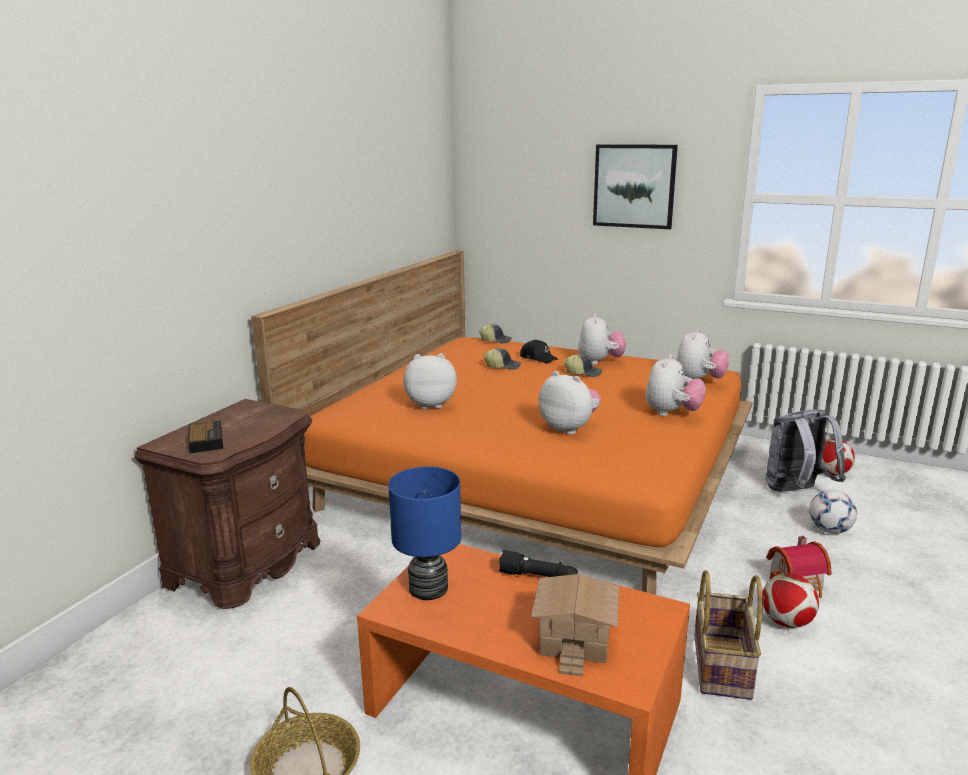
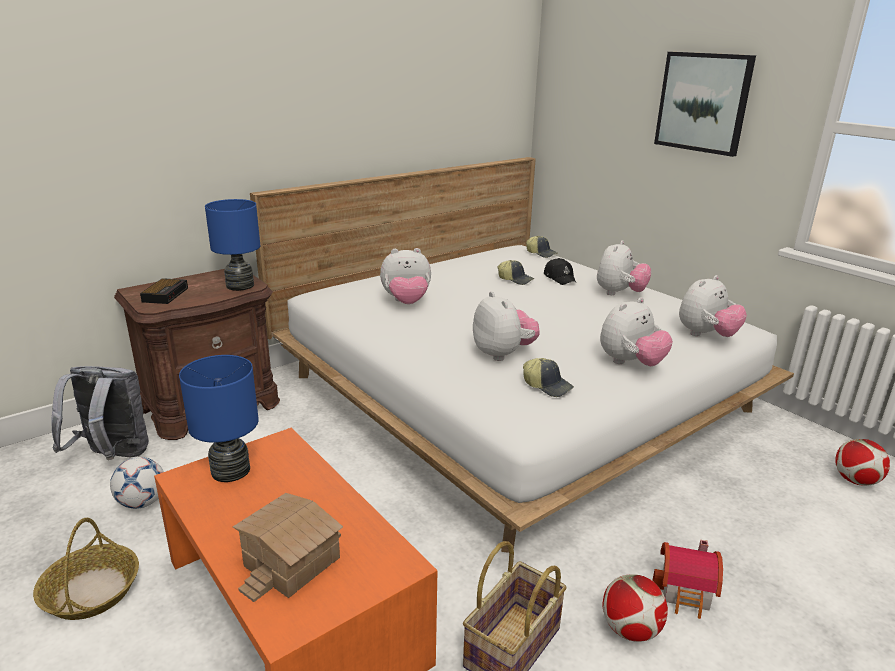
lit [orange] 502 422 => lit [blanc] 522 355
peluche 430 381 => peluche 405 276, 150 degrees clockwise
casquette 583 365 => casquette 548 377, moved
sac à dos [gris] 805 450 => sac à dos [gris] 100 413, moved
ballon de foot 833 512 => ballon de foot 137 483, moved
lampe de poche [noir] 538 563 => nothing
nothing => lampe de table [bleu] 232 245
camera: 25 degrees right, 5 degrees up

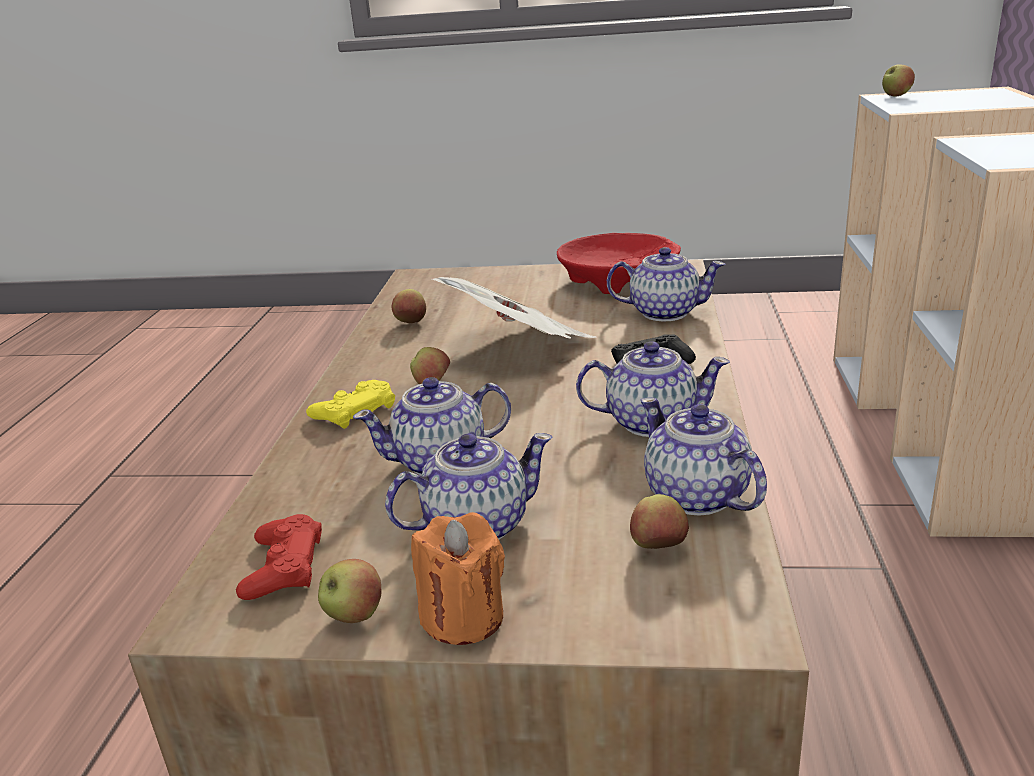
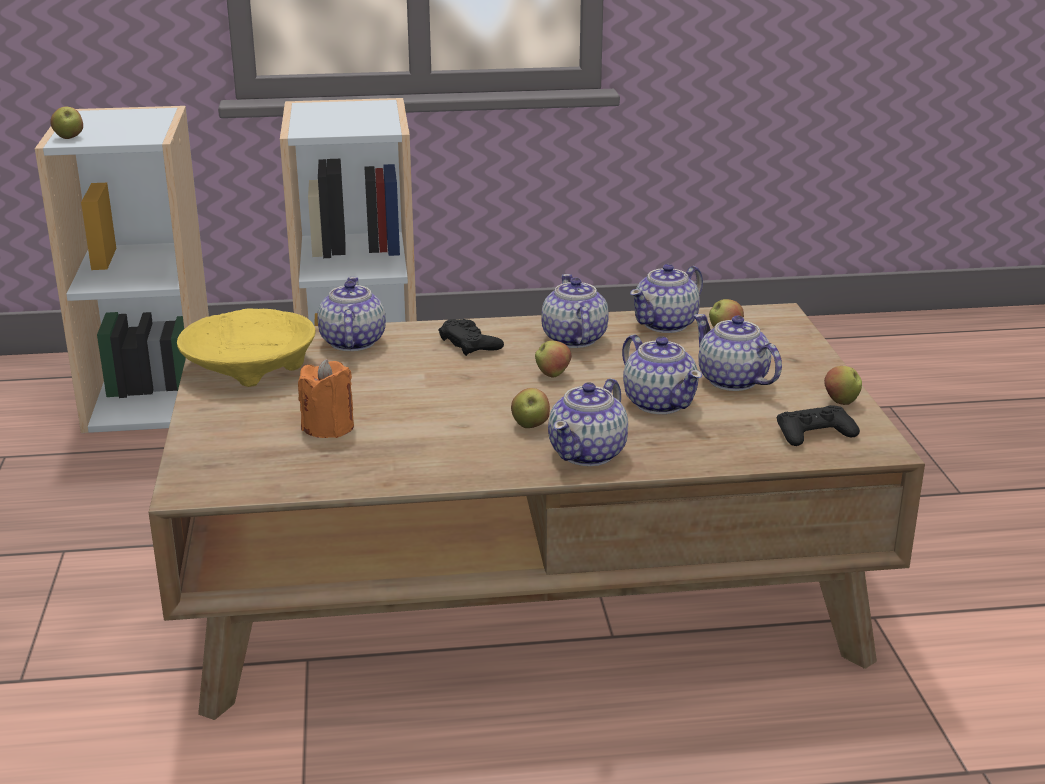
bol [rouge] 619 263 => bol [jaune] 246 348
journal 514 308 => nothing
pomme 409 306 => pomme 553 359, moved
manette [jaune] 350 404 => théière 588 422
bougie [orange] 458 578 => bougie [orange] 326 398, moved
manette [rouge] 279 557 => manette [noir] 818 425
camera: 105 degrees left, 0 degrees up

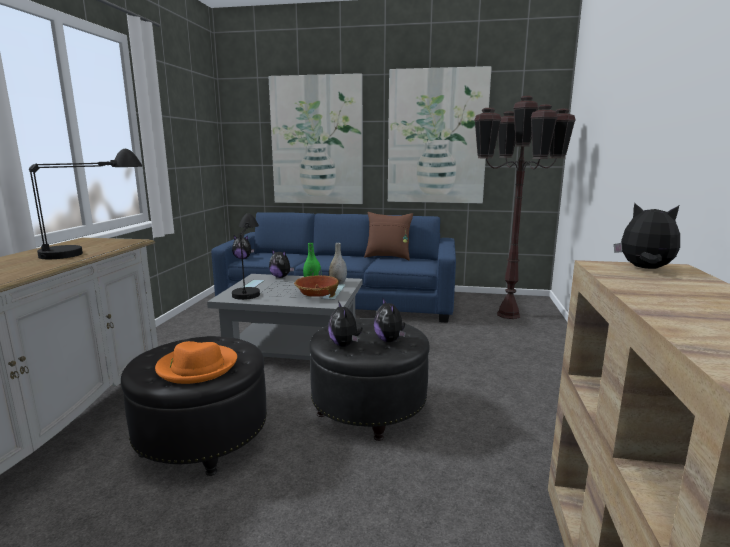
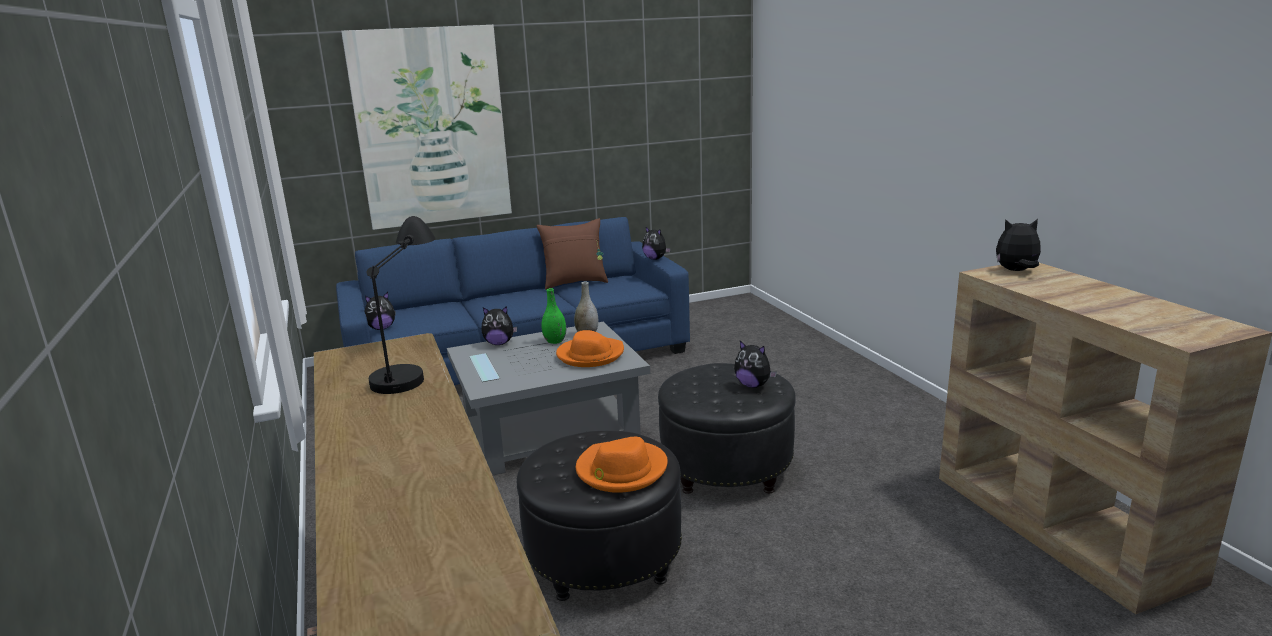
tableau 440 134 => nothing
lampadaire [marron] 524 207 => nothing
lampe de table [noir] 246 256 => nothing
bol 316 286 => chapeau [orange] 590 348
peluche 345 324 => peluche 656 243, moved
camera: 30 degrees left, 5 degrees up

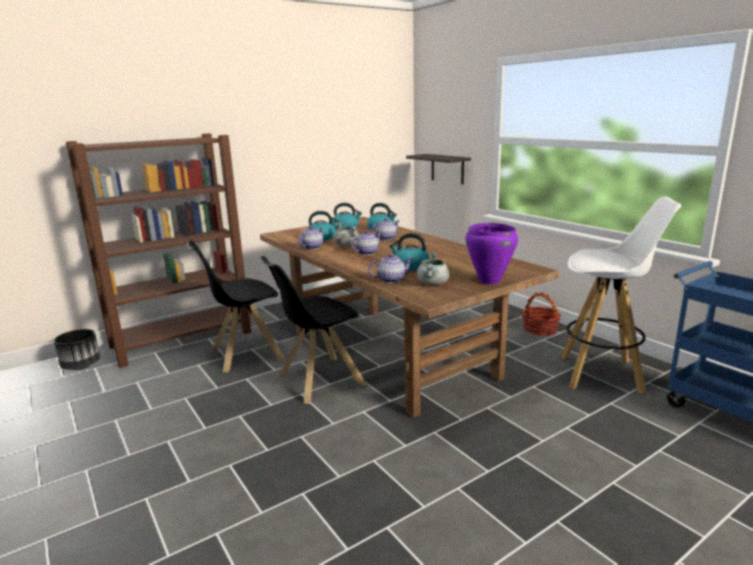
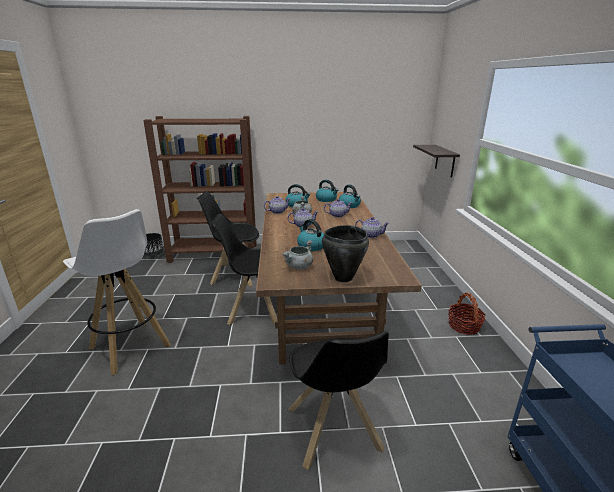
tabouret [blanc] 621 295 => tabouret [blanc] 117 292, moved
marmite [violet] 491 253 => marmite [noir] 345 253
théière 390 268 => théière 372 227, moved
nothing => chaise [noir] 338 400
camera: 30 degrees right, 5 degrees up

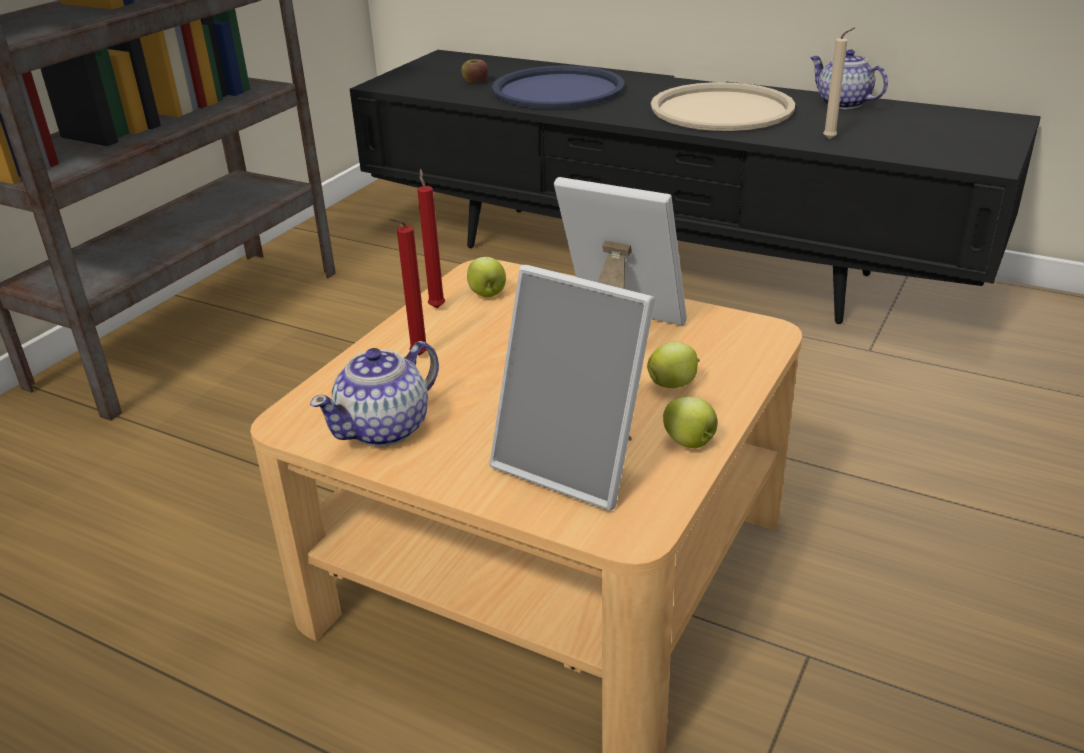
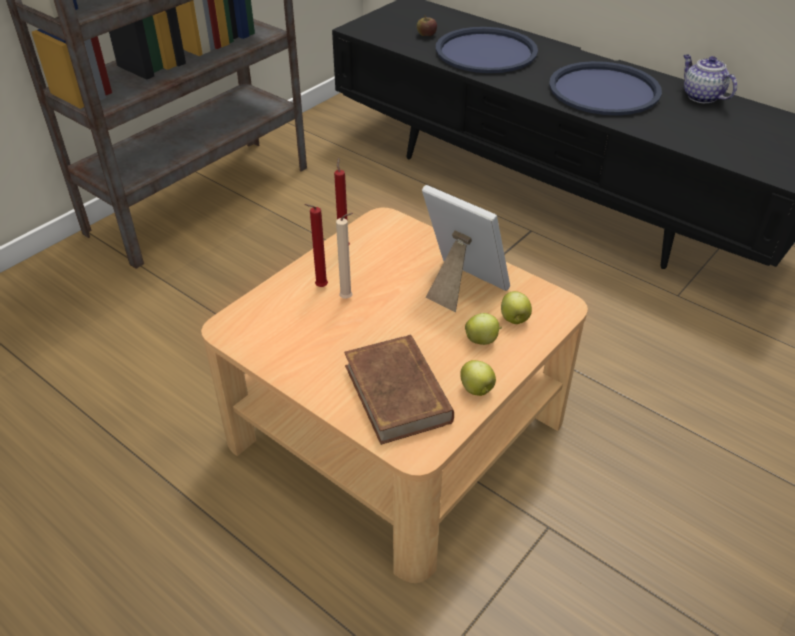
bougie [beige] 839 83 => bougie [beige] 344 256, moved
plateau [beige] 723 106 => plateau [bleu] 605 88
pomme 486 277 => pomme 516 307, moved
cadre photo 572 388 => livre [marron] 399 390
théière 374 394 => nothing
camera: 10 degrees right, 10 degrees up

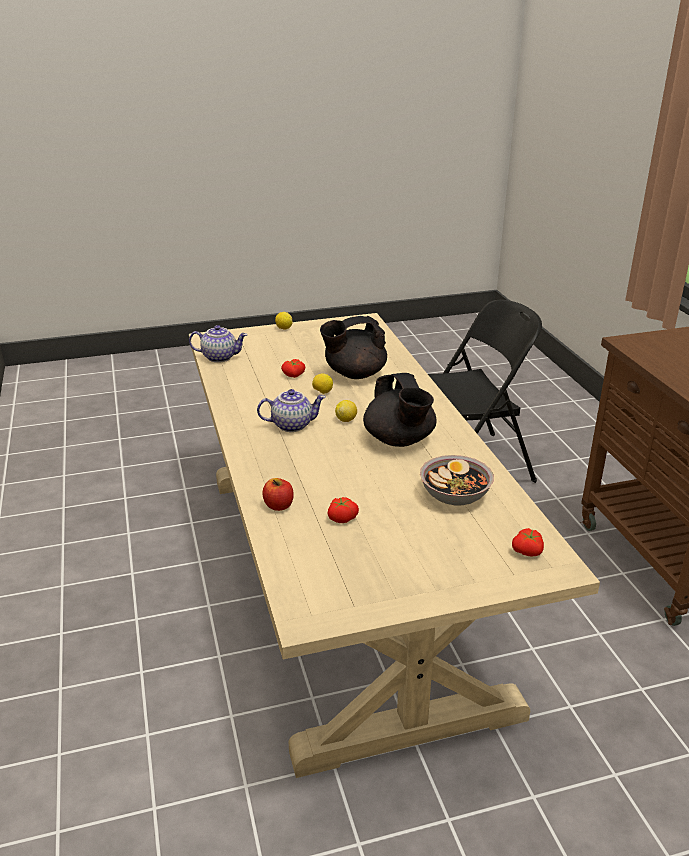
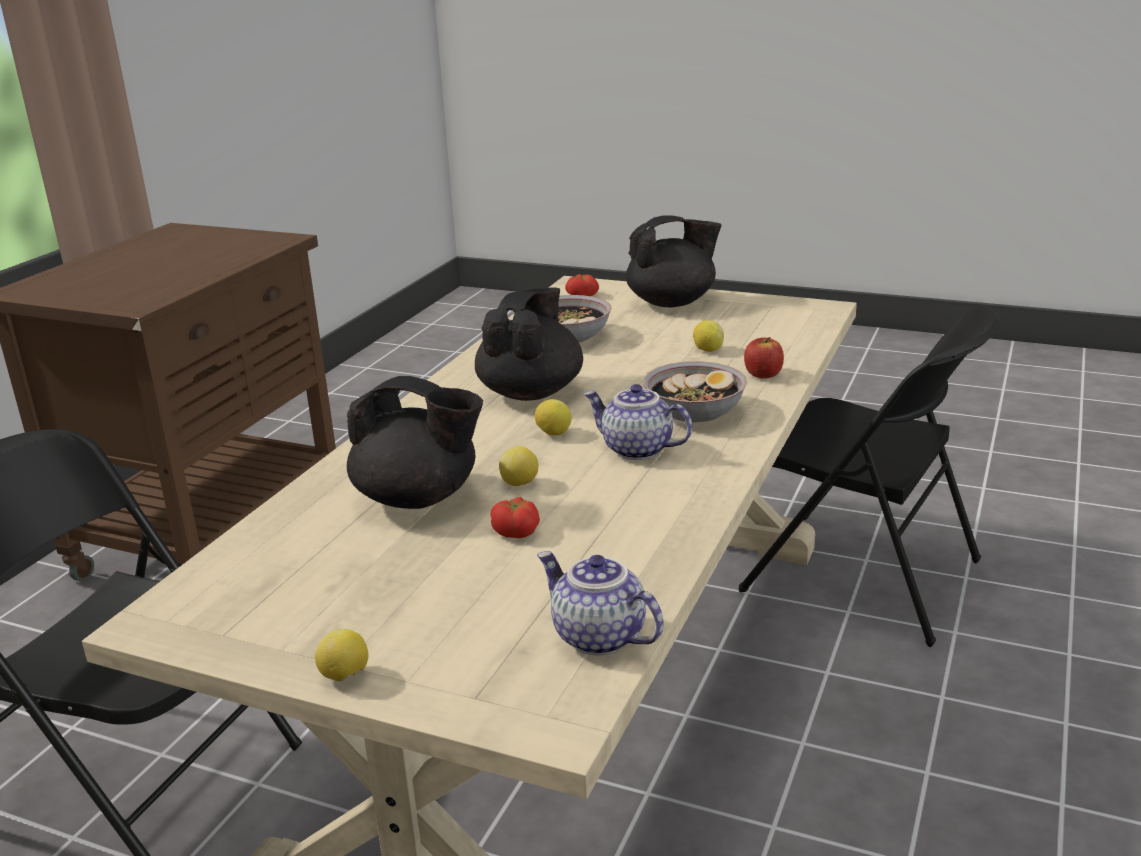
tomate 343 510 => citron 708 336
nothing => théière [noir] 673 261
nothing => chaise [noir] 870 476
nothing => bol 695 392
camera: 140 degrees left, 5 degrees down

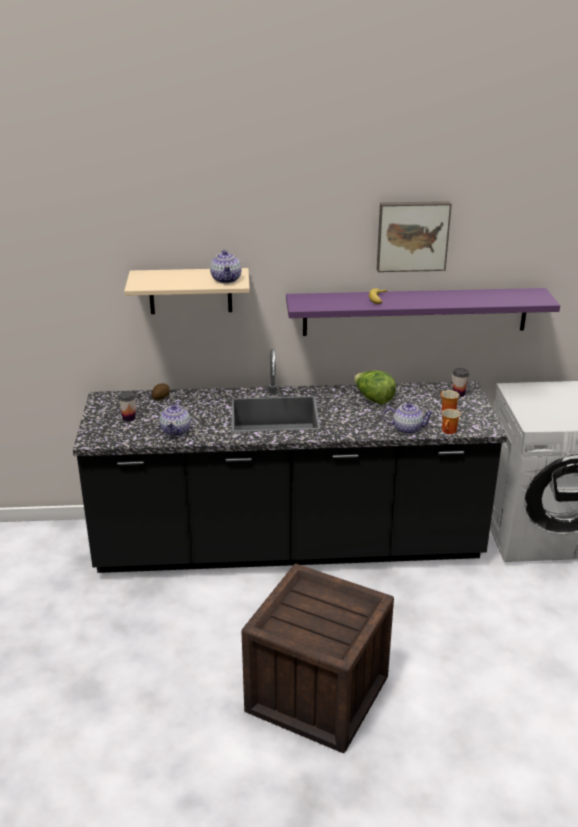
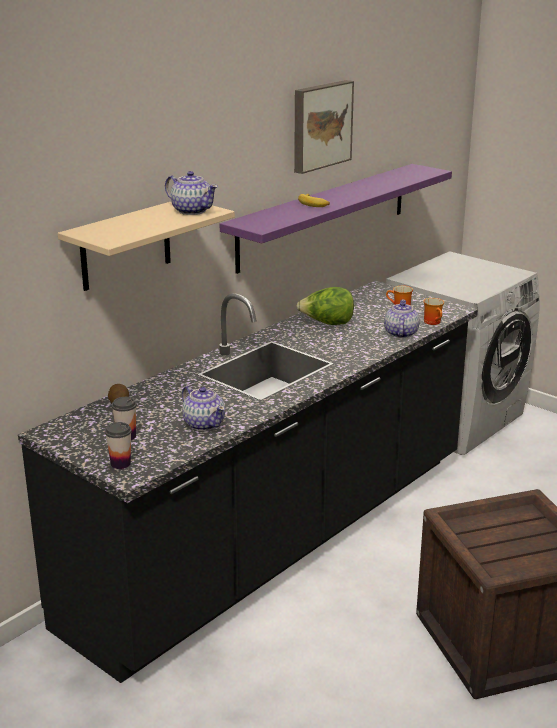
tasse 461 382 => tasse 118 445, moved
théière 409 418 => théière 402 319, 45 degrees counterclockwise
camera: 45 degrees left, 5 degrees down

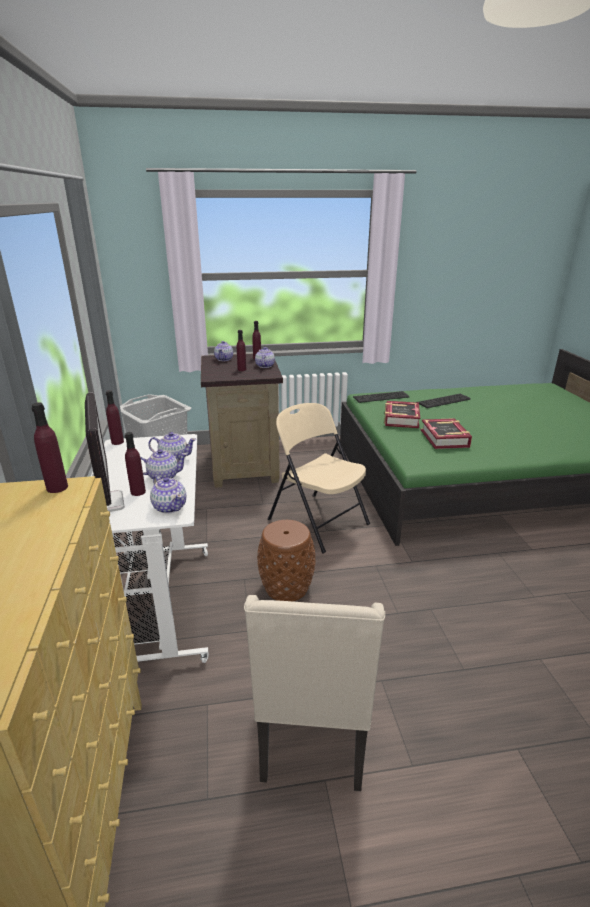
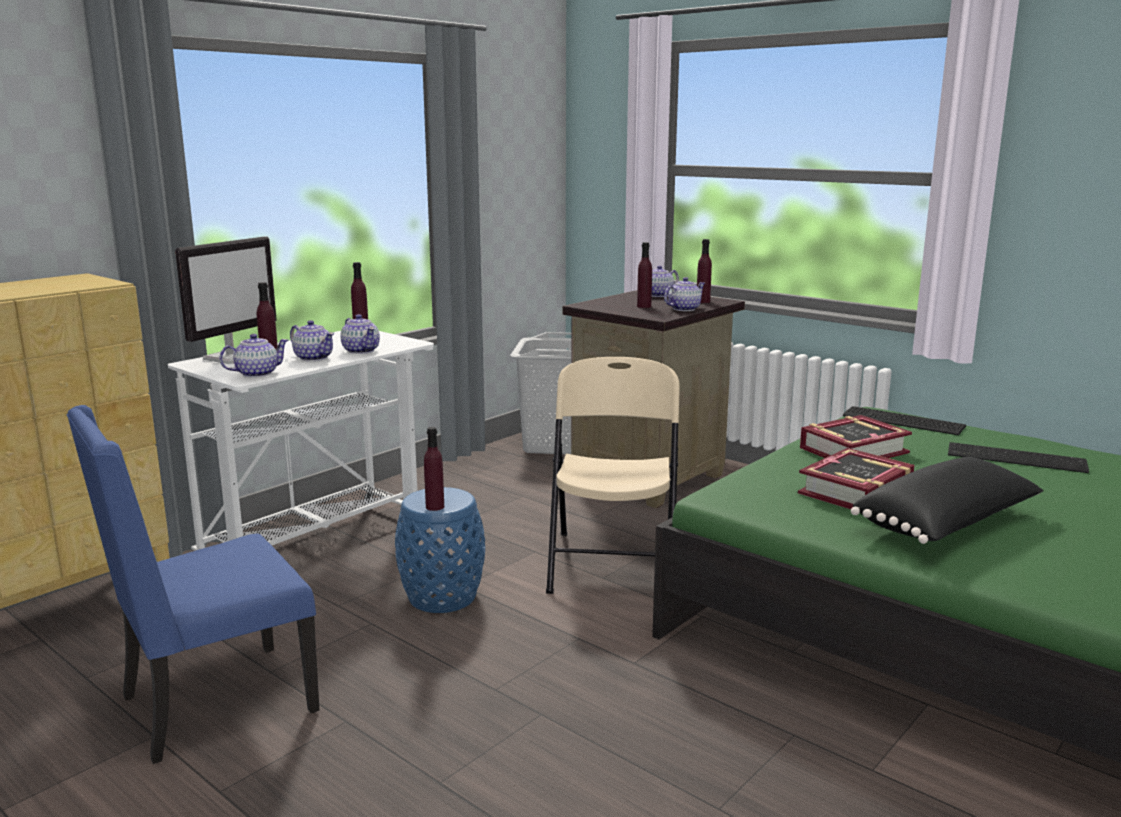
bouteille [violet] 49 447 => bouteille [violet] 434 469, moved
théière 168 494 => théière 254 356, 135 degrees counterclockwise
tabouret [marron] 286 560 => tabouret [bleu] 440 550
chaise [beige] 314 693 => chaise [bleu] 193 584
nothing => coussin [noir] 947 500
camera: 50 degrees right, 10 degrees down

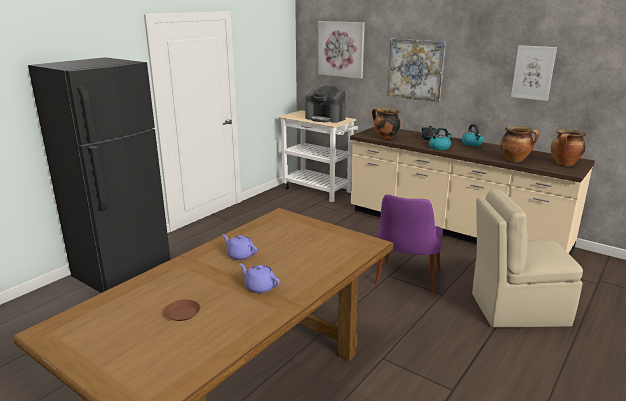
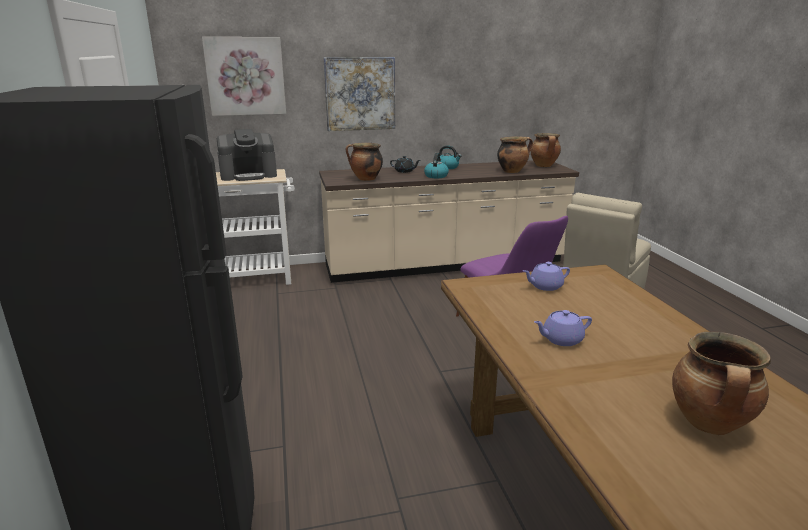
tableau 534 73 => nothing
théière [violet] 259 278 => théière [violet] 546 276, moved
assiette [marron] 182 310 => marmite 721 383
camera: 50 degrees left, 0 degrees up

